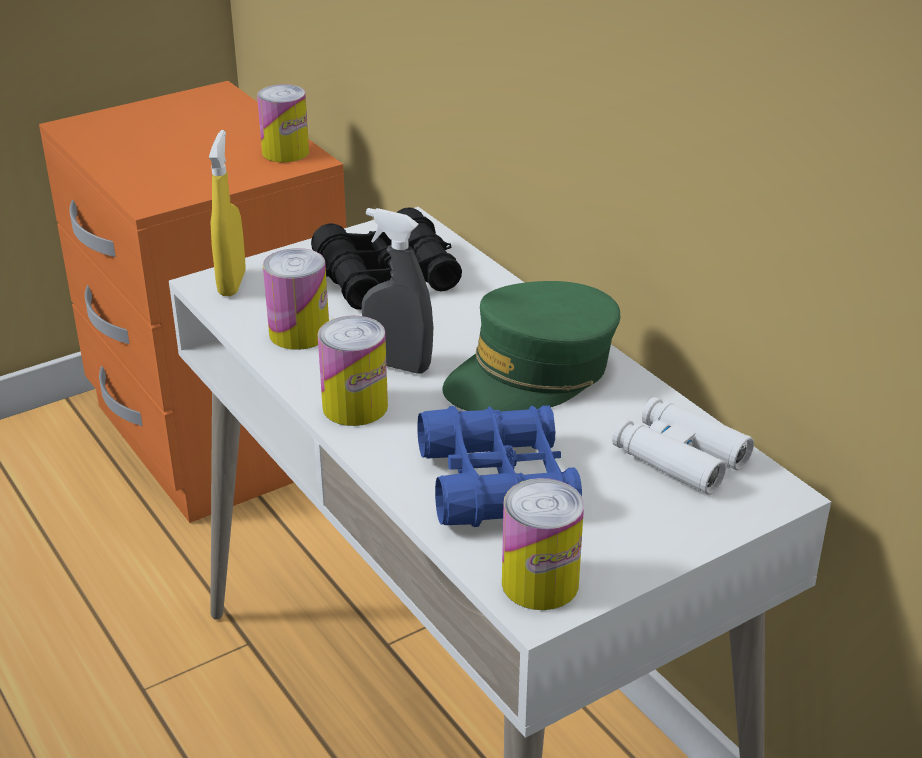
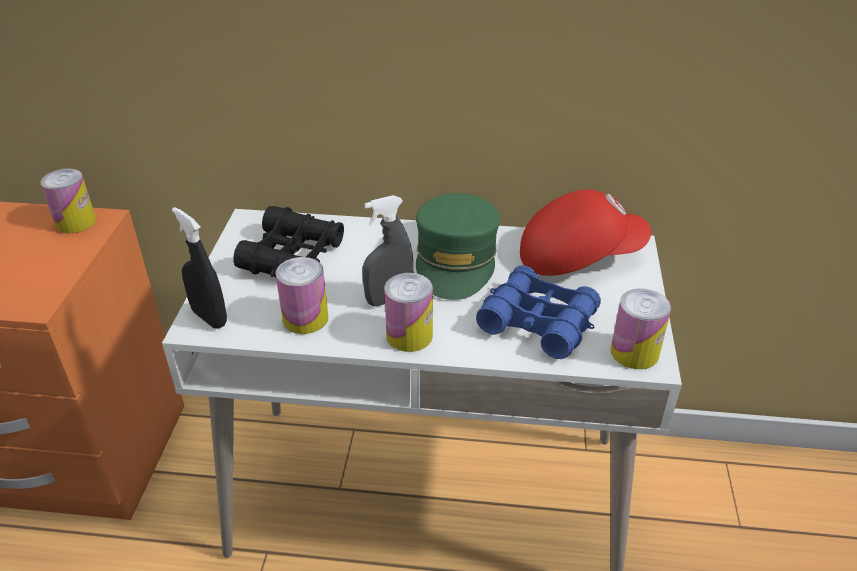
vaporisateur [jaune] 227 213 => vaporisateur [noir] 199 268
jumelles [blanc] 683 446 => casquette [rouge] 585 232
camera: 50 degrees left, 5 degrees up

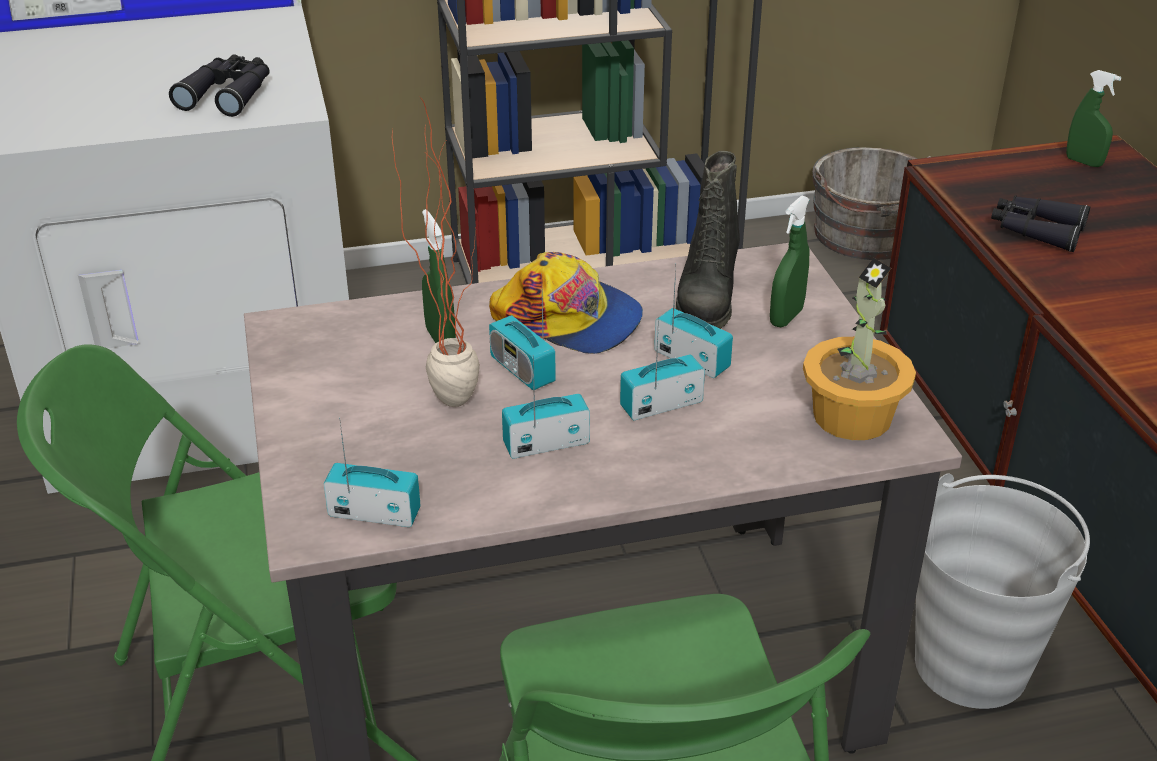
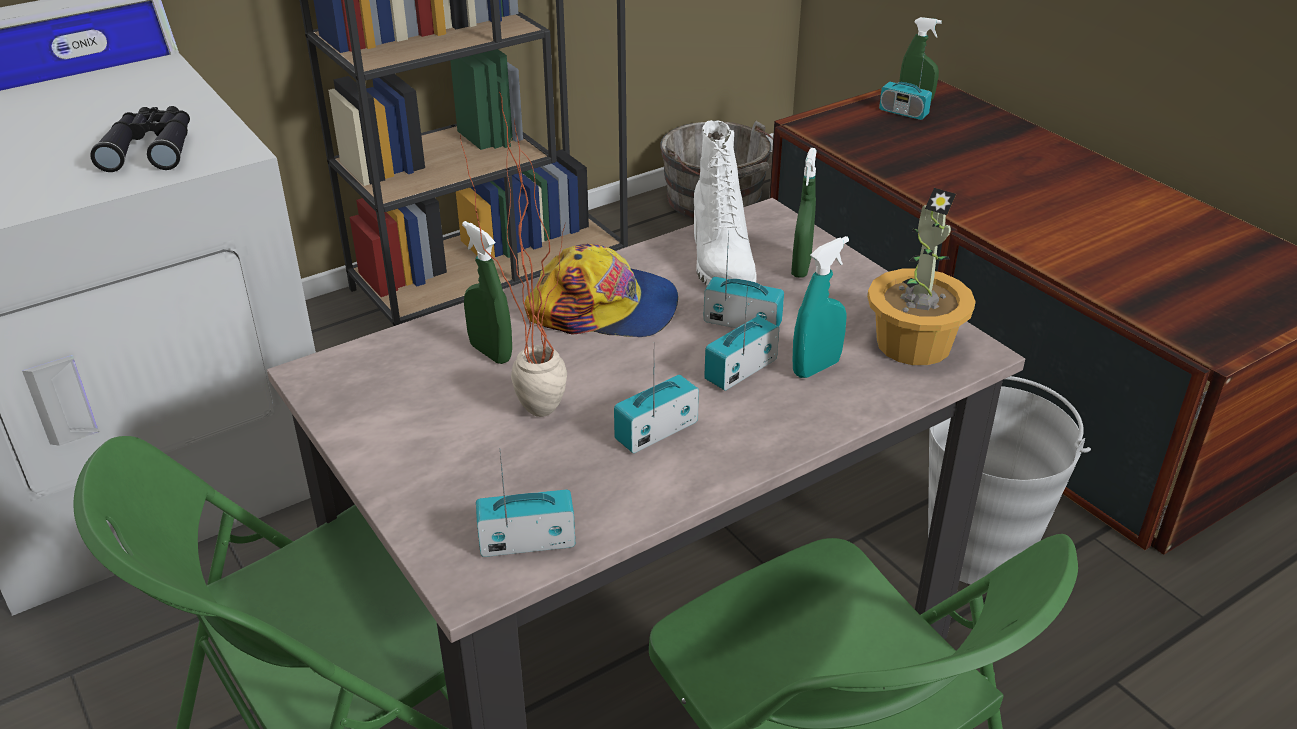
botte [noir] 708 240 => botte [blanc] 725 203
jumelles [noir] 1040 223 => nothing
radio 522 342 => radio 905 82, moved
nothing => vaporisateur [turquoise] 821 307
camera: 20 degrees left, 0 degrees up

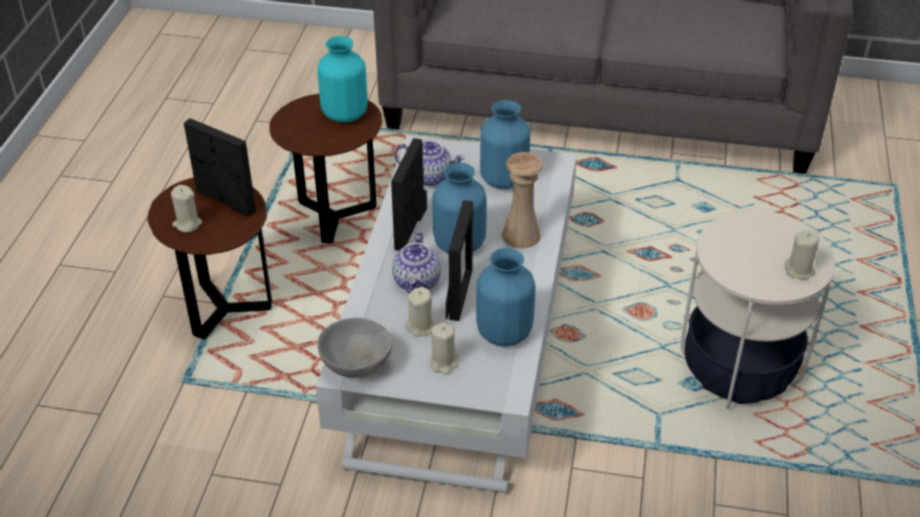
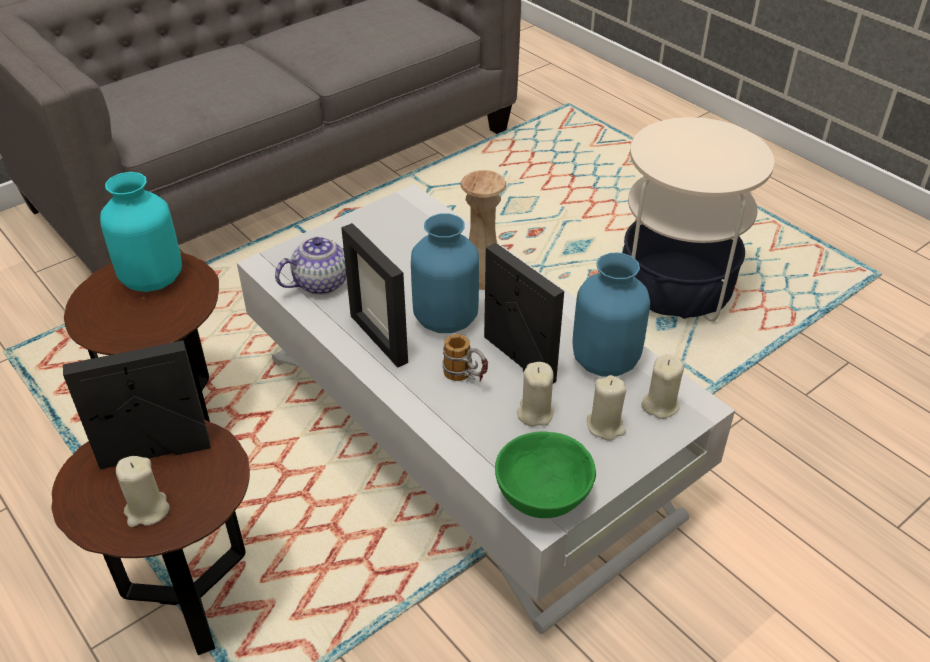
vase [bleu] 505 144 => nothing
bougie [beige] 801 254 => bougie [beige] 662 386, moved
théière 416 263 => mug 465 358
bol [gris] 354 348 => bol [vert] 545 475
camera: 50 degrees left, 0 degrees up

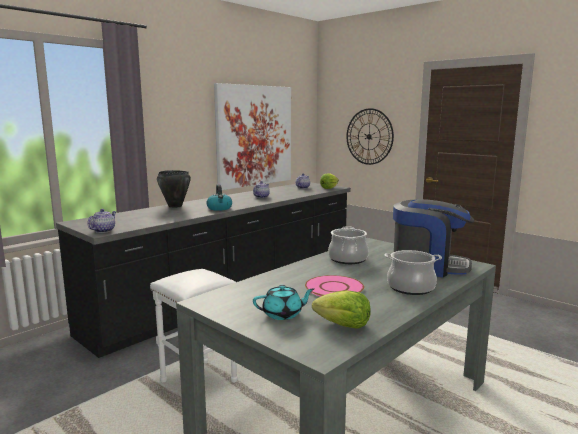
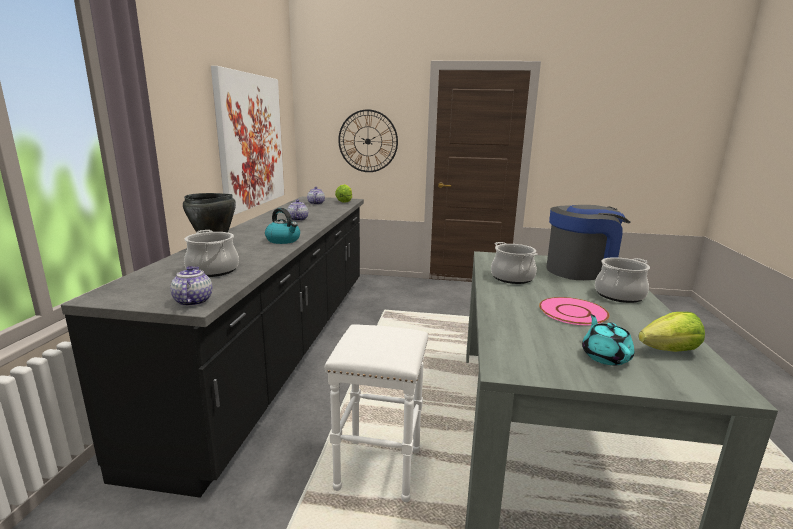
théière [turquoise] 283 302 => théière [turquoise] 608 339, 45 degrees counterclockwise
nothing => marmite 211 253
camera: 35 degrees left, 5 degrees up

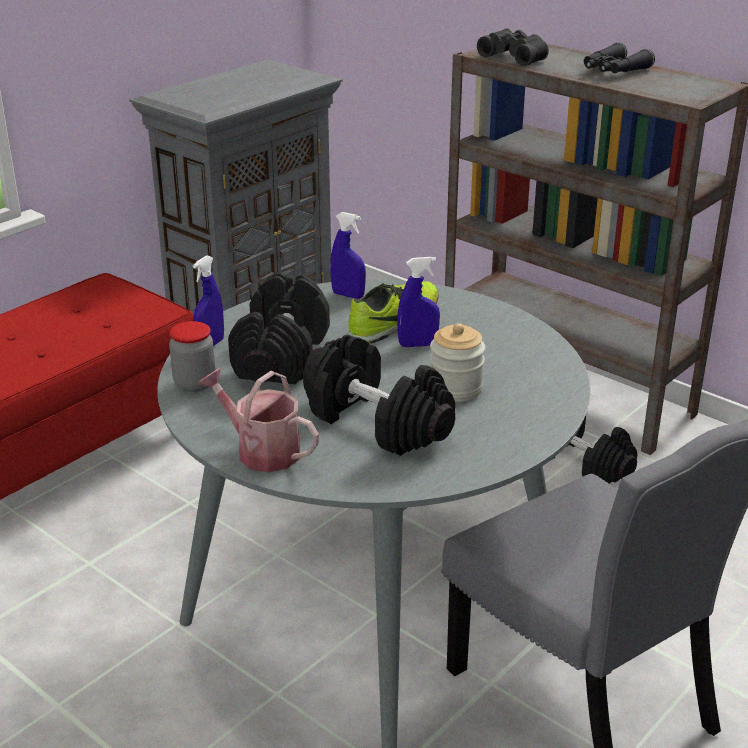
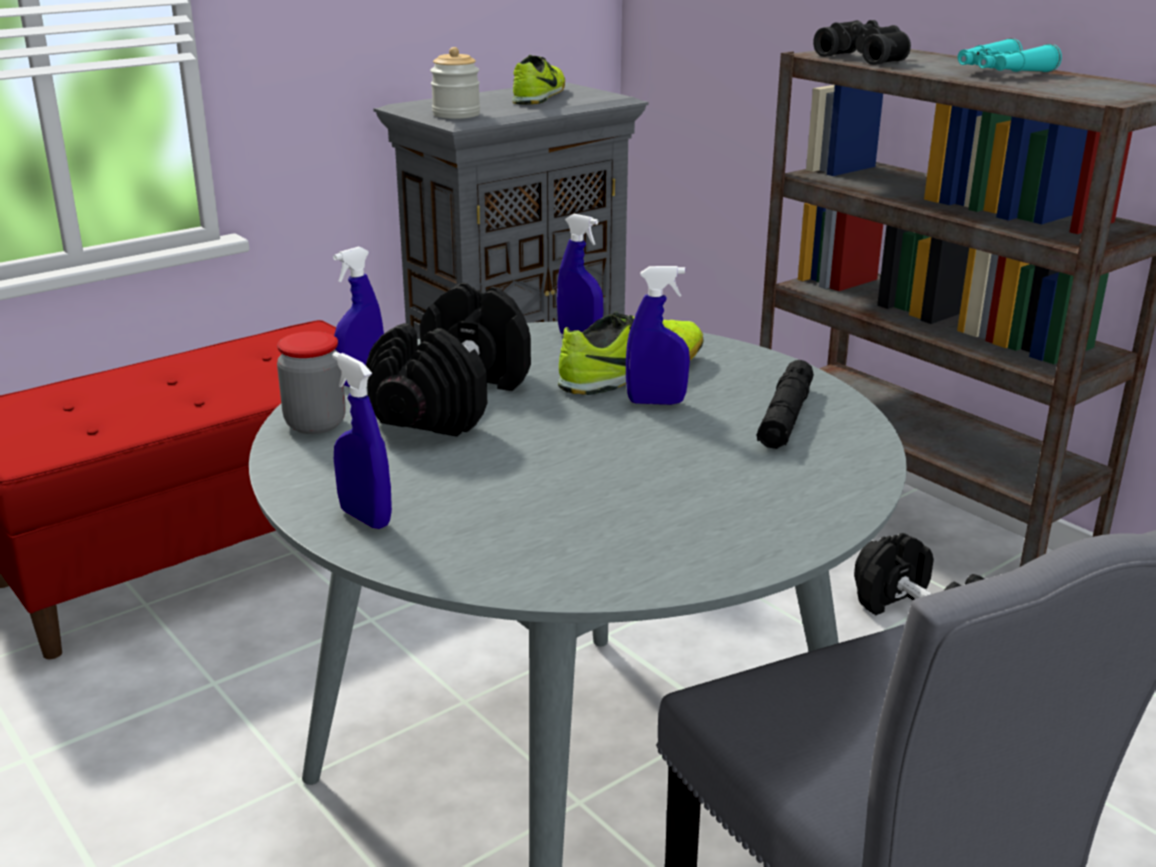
jumelles [noir] 619 58 => jumelles [turquoise] 1010 55
bocal 457 362 => bocal 455 83, moved
haltère [noir] 379 395 => nothing
arrosoir 258 420 => vaporisateur [bleu] 362 440
nothing => chaussure 538 79
nothing => lampe de poche [noir] 785 404
camera: 10 degrees right, 5 degrees down

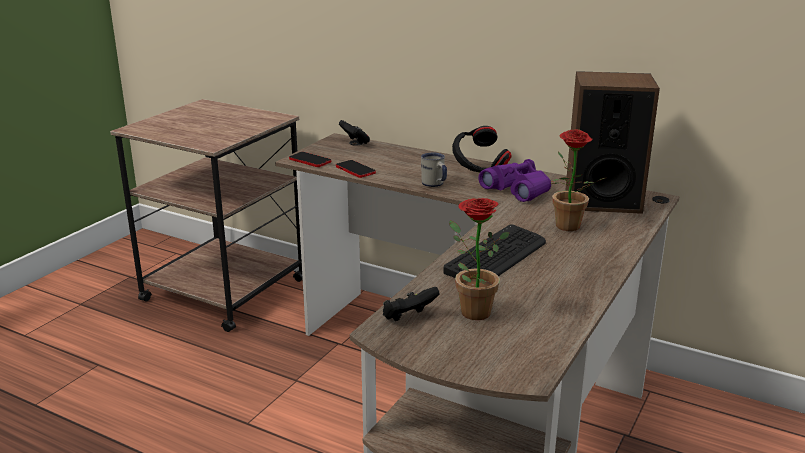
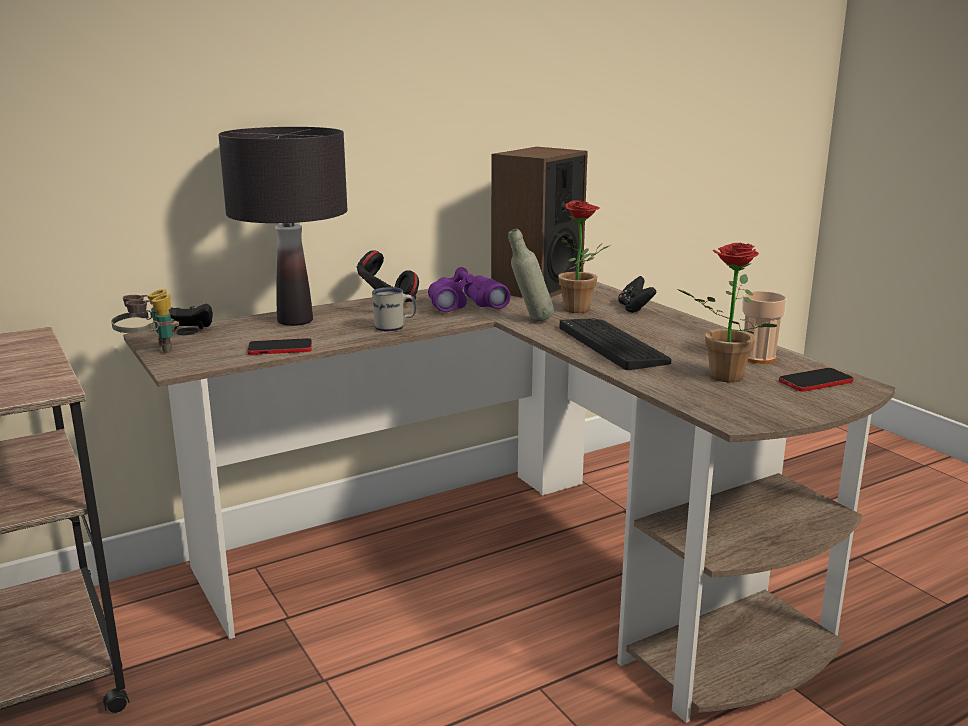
téléphone 310 159 => téléphone 816 380, moved
manette [noir] 411 304 => manette [noir] 637 294, moved
nothing => lampe de table [noir] 283 226
nothing => bouteille [gris] 531 275
nothing => jumelles 145 321
nothing => tasse 764 327
camera: 60 degrees left, 5 degrees down

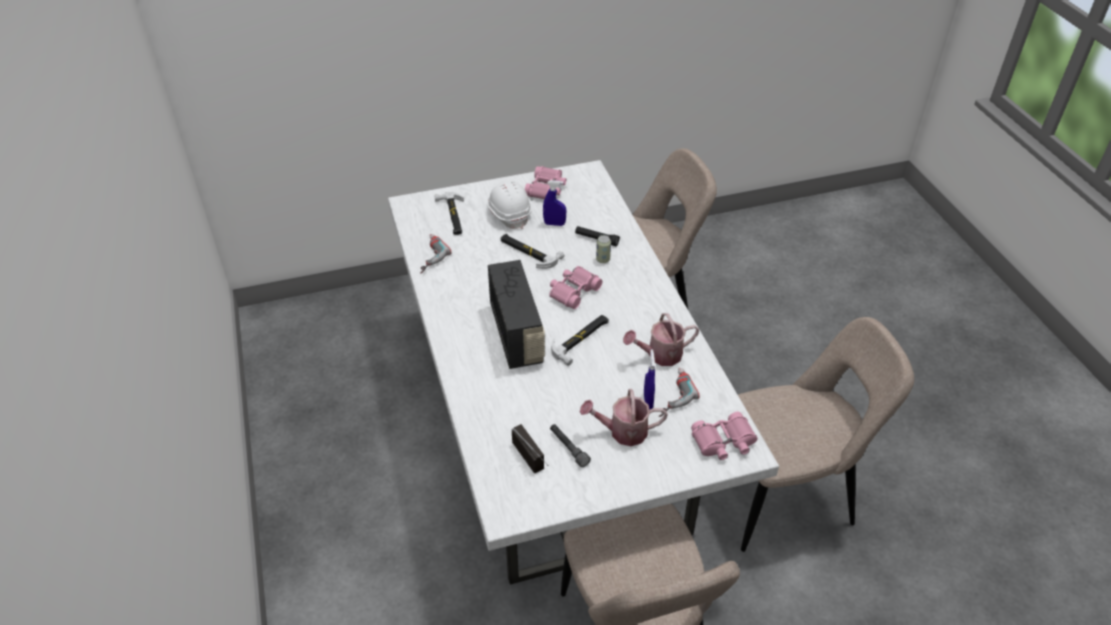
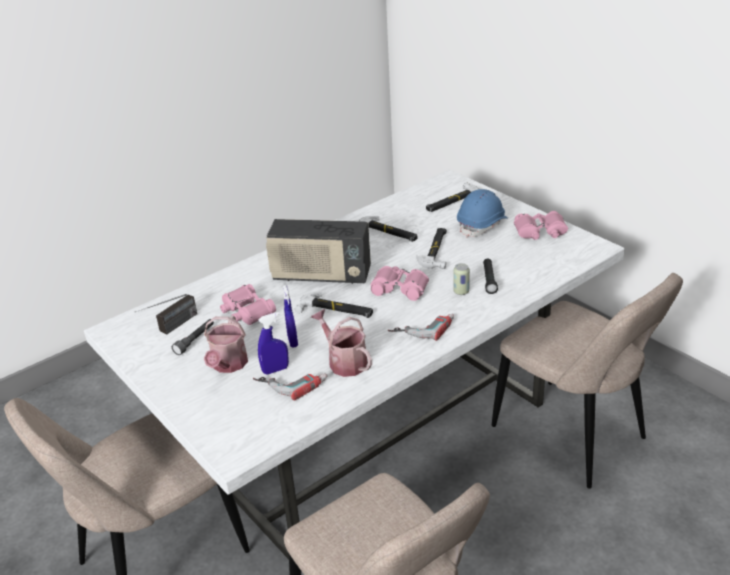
casque de chantier [blanc] 509 204 => casque de chantier [bleu] 482 213
vaporisateur [bleu] 554 203 => vaporisateur [bleu] 290 316, moved
perceuse 435 254 => perceuse 421 327, moved
radio 516 314 => radio 318 251, 45 degrees clockwise
arrosoir 624 417 => arrosoir 226 344, 150 degrees counterclockwise
jumelles [rose] 724 436 => jumelles [rose] 248 304, moved
nothing => marteau 388 229
camera: 70 degrees right, 10 degrees down

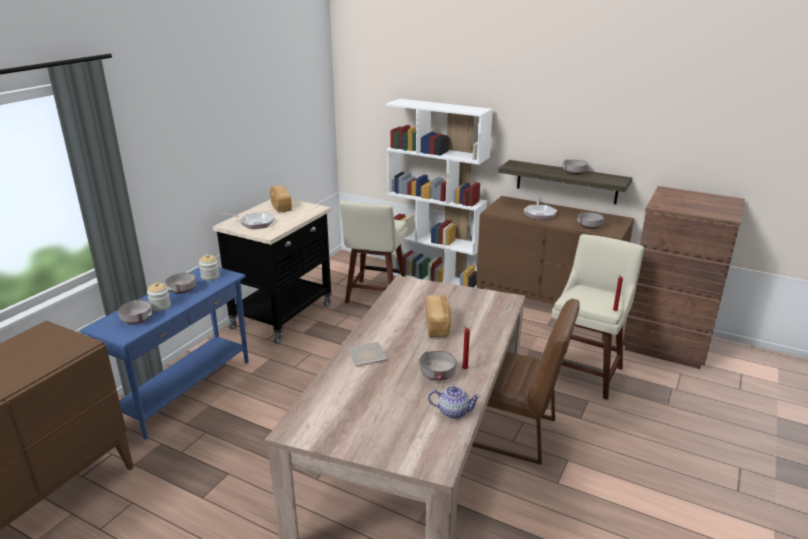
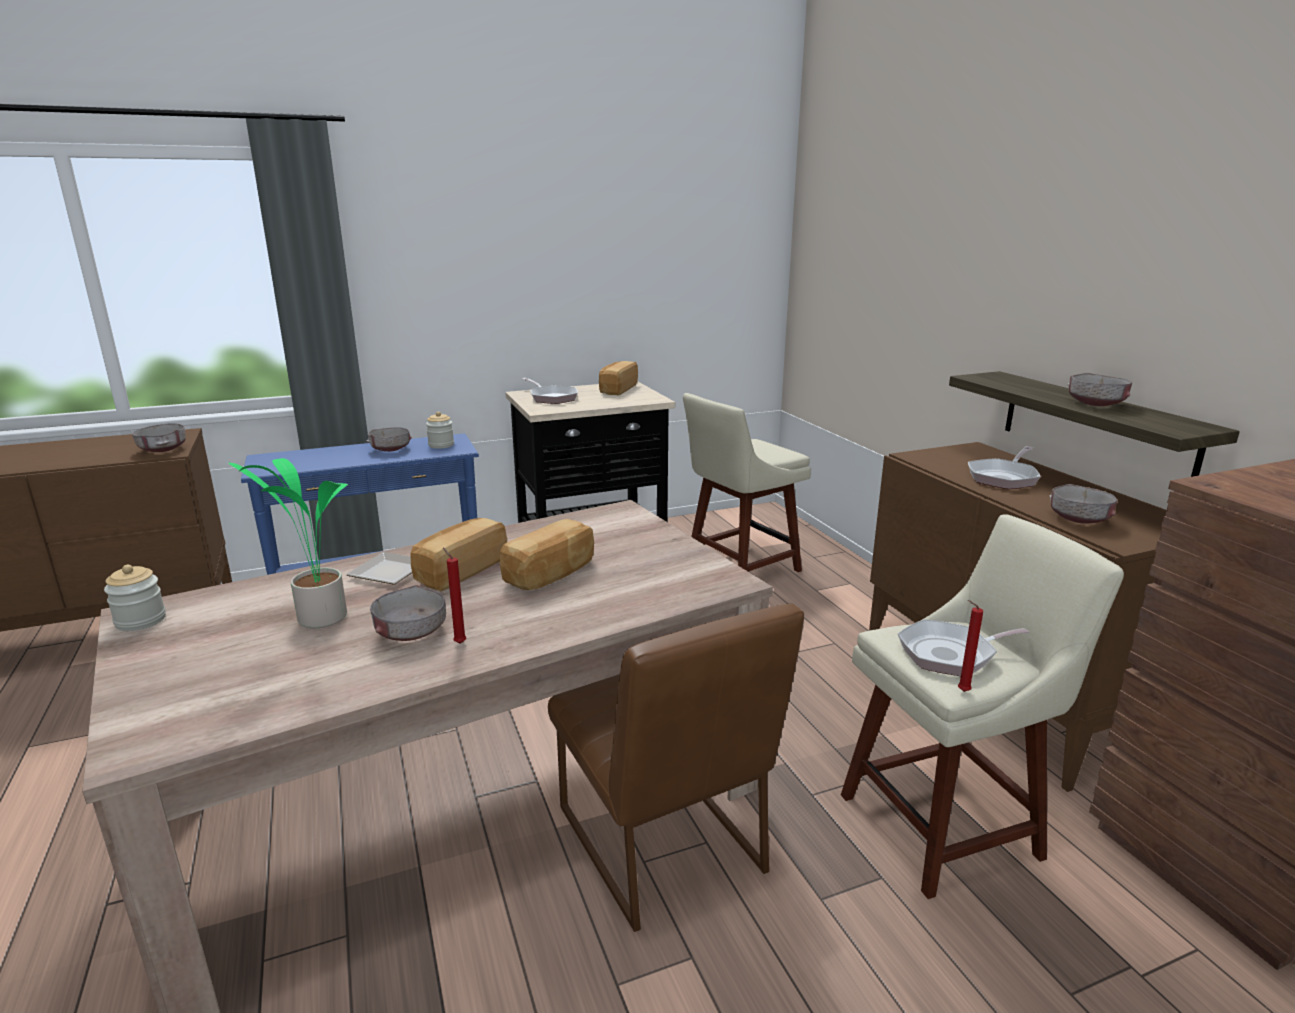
bibliothèque [blanc] 439 193 => nothing
bocal 159 296 => bocal 135 598, moved
bol [gris] 135 312 => bol [gris] 159 437, moved
théière 454 402 => nothing
nothing => plante en pot 288 543
nothing => pain 458 555
nothing => poêle 964 647
camera: 40 degrees right, 5 degrees down

